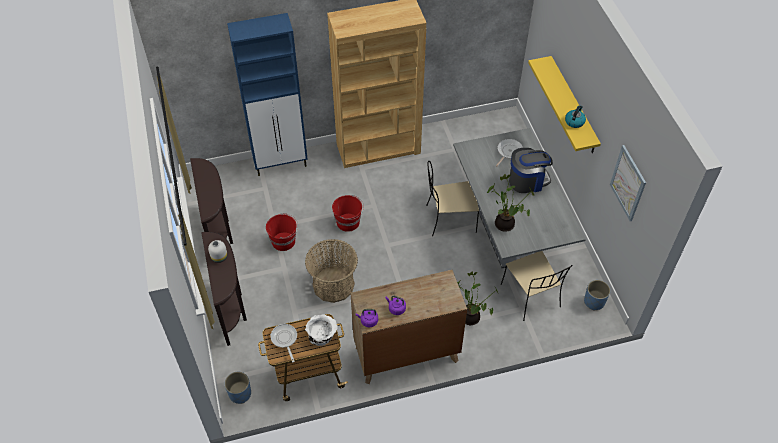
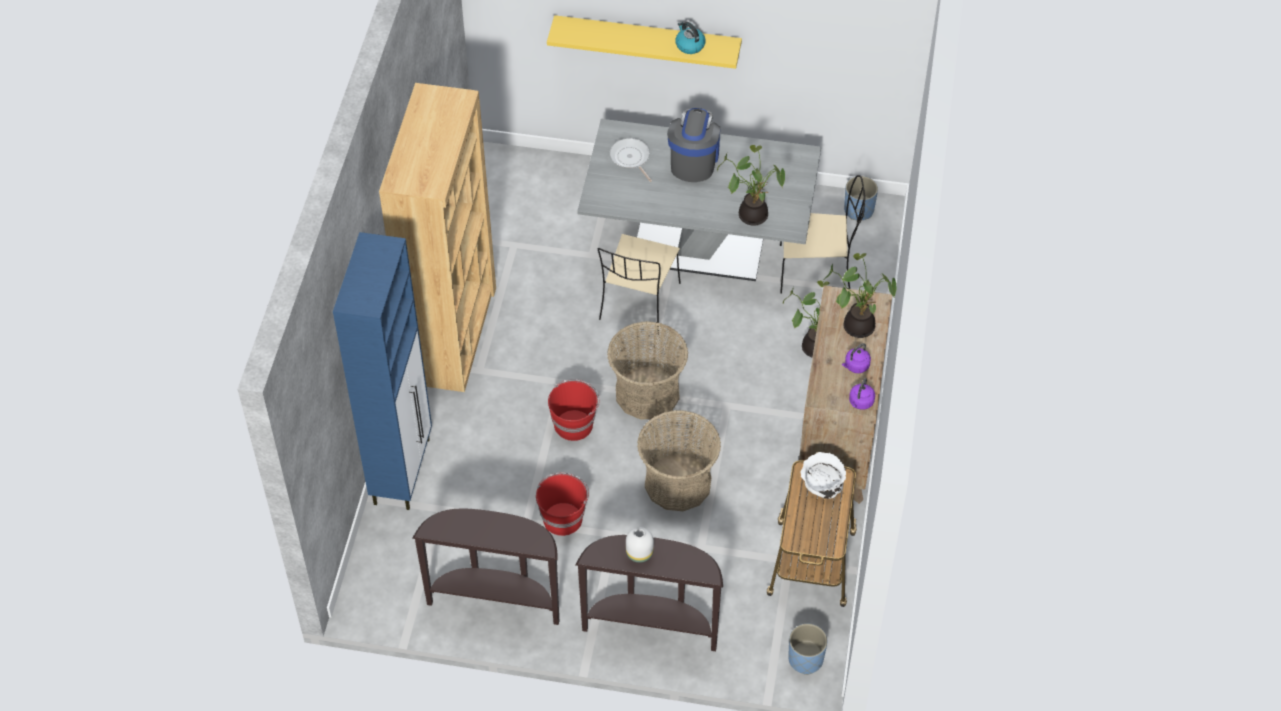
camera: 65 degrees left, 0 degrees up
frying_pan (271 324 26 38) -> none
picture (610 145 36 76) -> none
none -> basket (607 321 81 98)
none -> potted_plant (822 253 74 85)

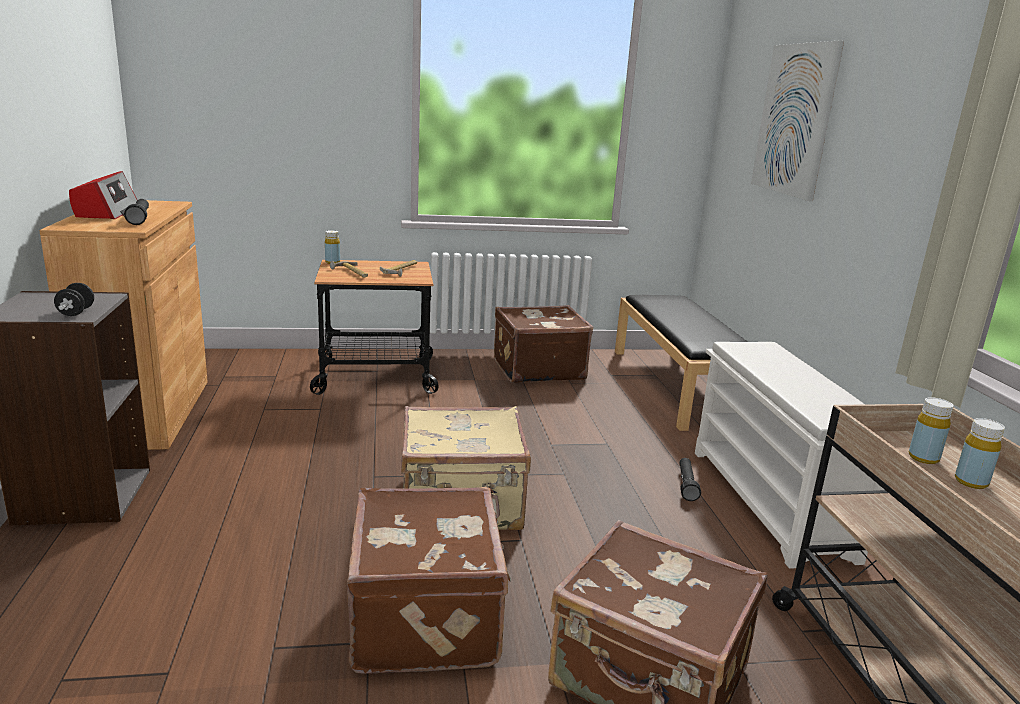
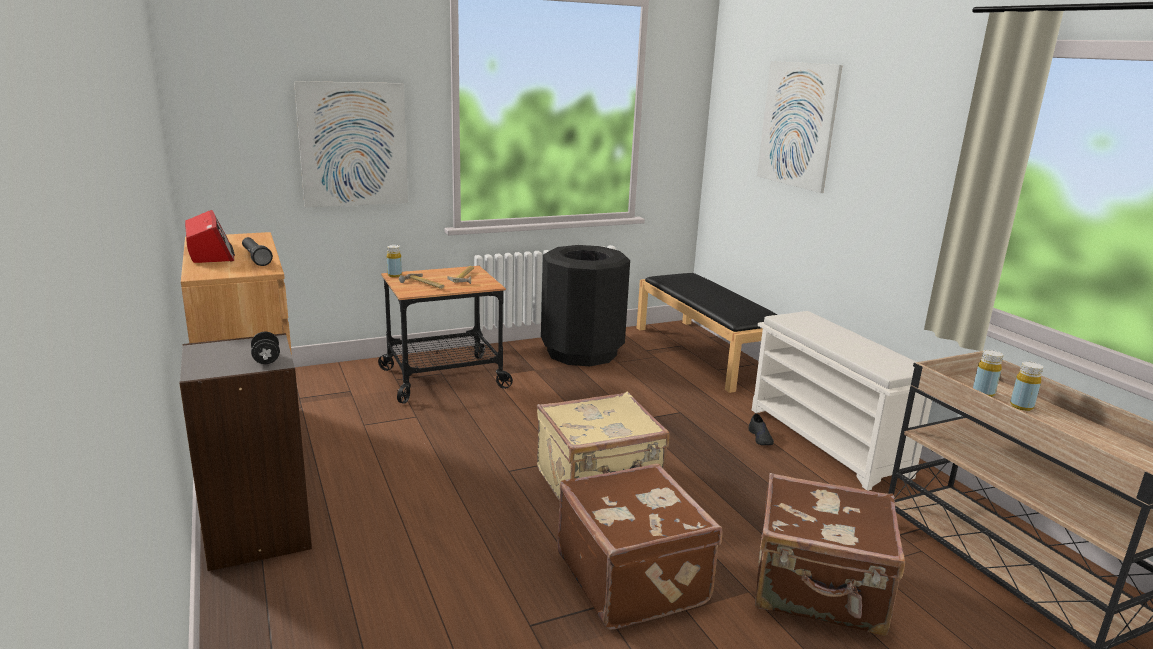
camera: 15 degrees left, 0 degrees up
none -> picture (294 81 114 127)
brown_suitcase (494 305 99 78) -> black_trash_can (541 245 89 121)
black_flashlight (679 458 22 43) -> black_shoe (749 413 25 32)

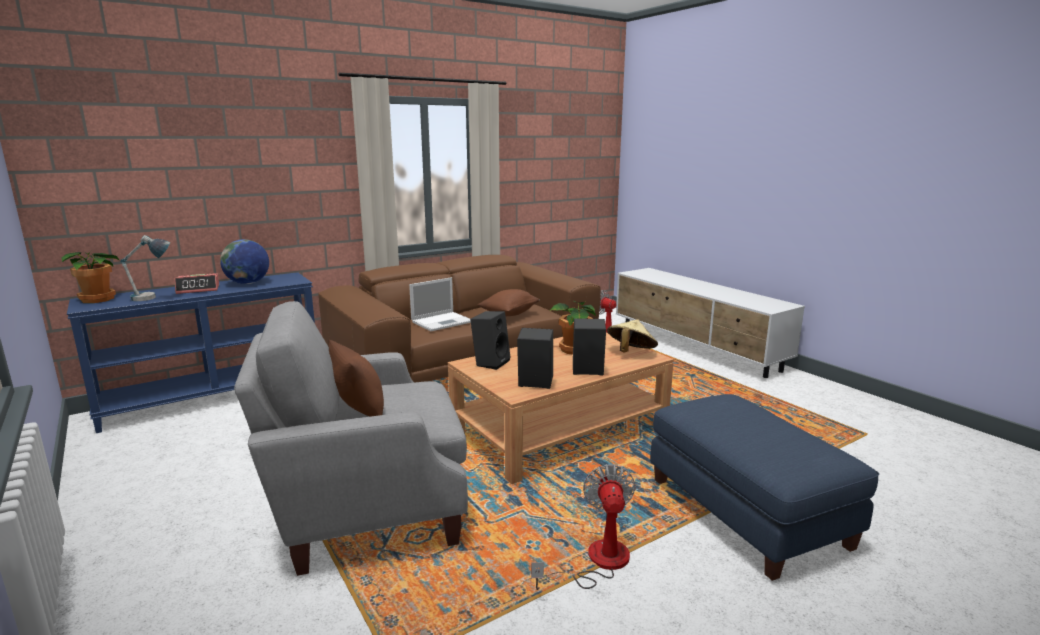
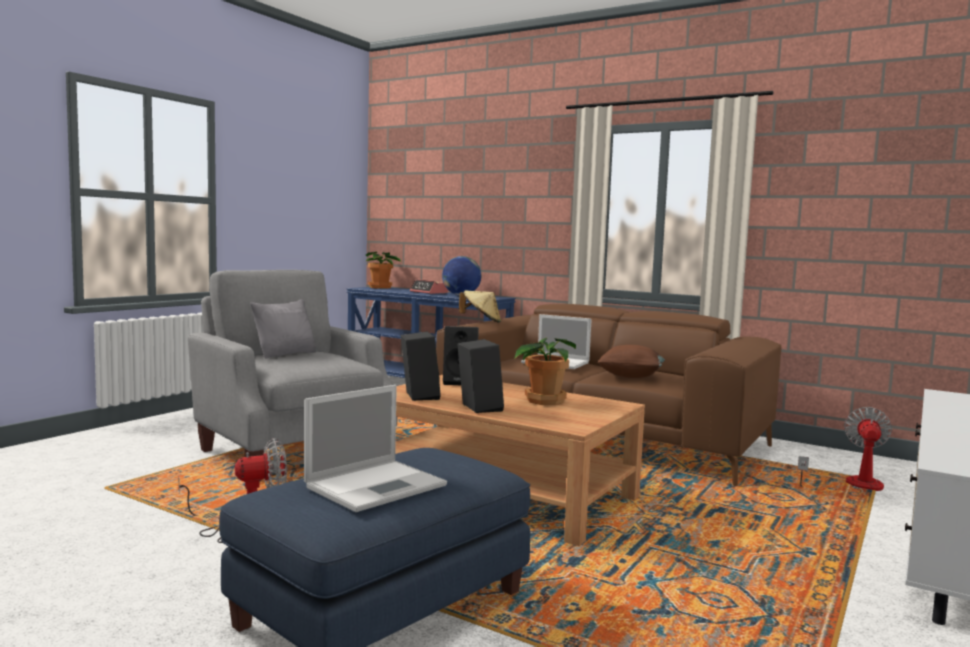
camera: 65 degrees right, 10 degrees down
table_lamp (120 235 50 66) -> none
none -> laptop (304 385 143 127)
beige_hat (607 319 51 33) -> beige_hat (459 290 42 33), relocated
brown_pillow (329 340 55 77) -> grey_pillow (250 299 67 59)

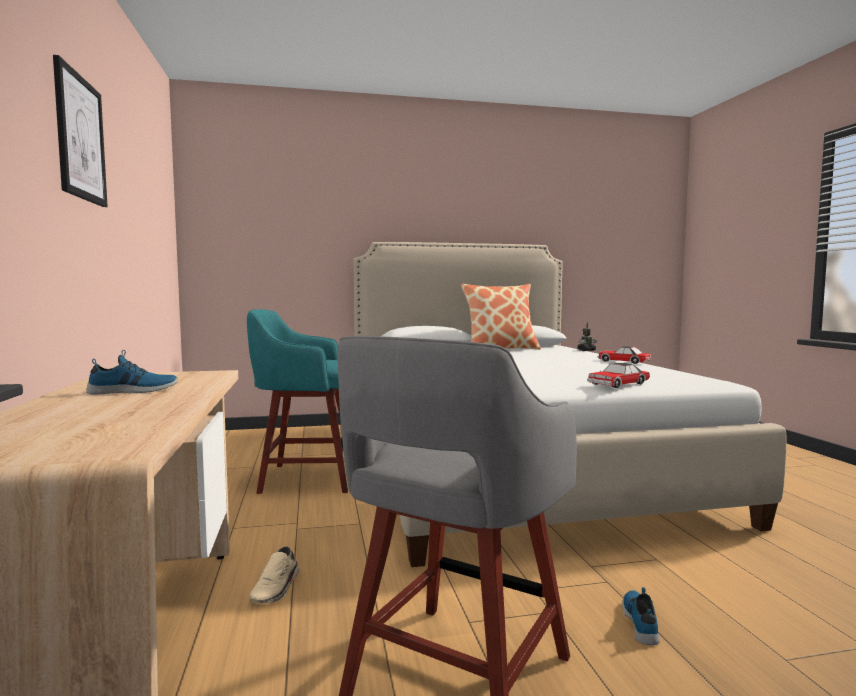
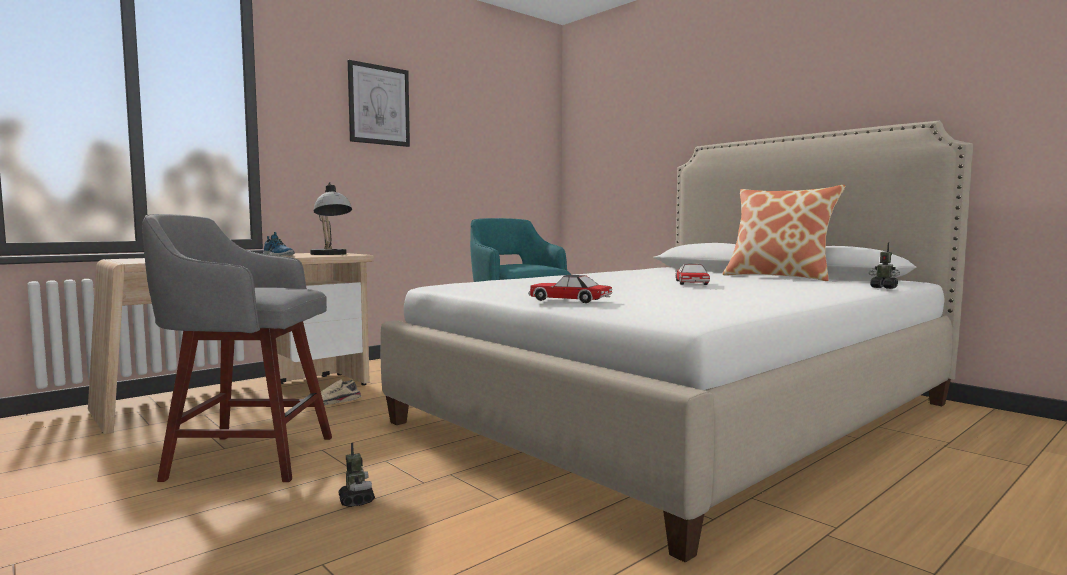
camera: 60 degrees right, 0 degrees up
none -> table_lamp (310 182 42 73)
toy_car (598 346 54 18) -> toy_car (675 263 35 22), relocated
shoe (622 587 38 58) -> toy_robot (338 443 37 64)

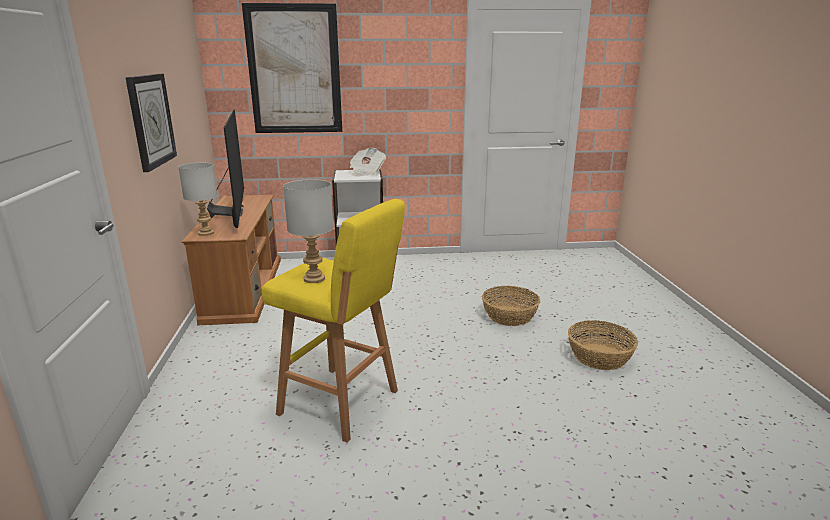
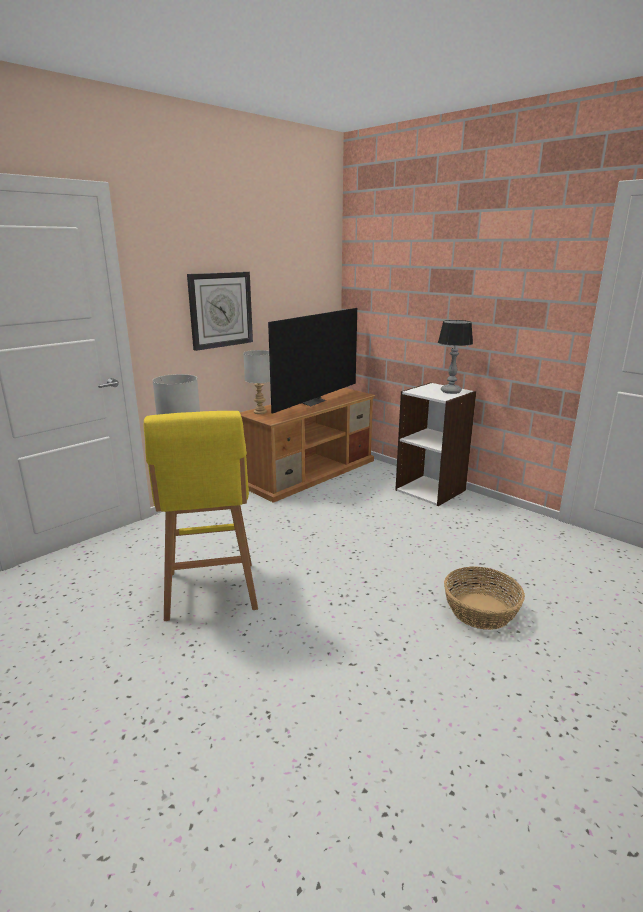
camera: 50 degrees right, 0 degrees up
picture (242 3 100 130) -> none
basket (568 320 70 50) -> none
newspaper (350 148 36 29) -> table_lamp (438 320 35 74)

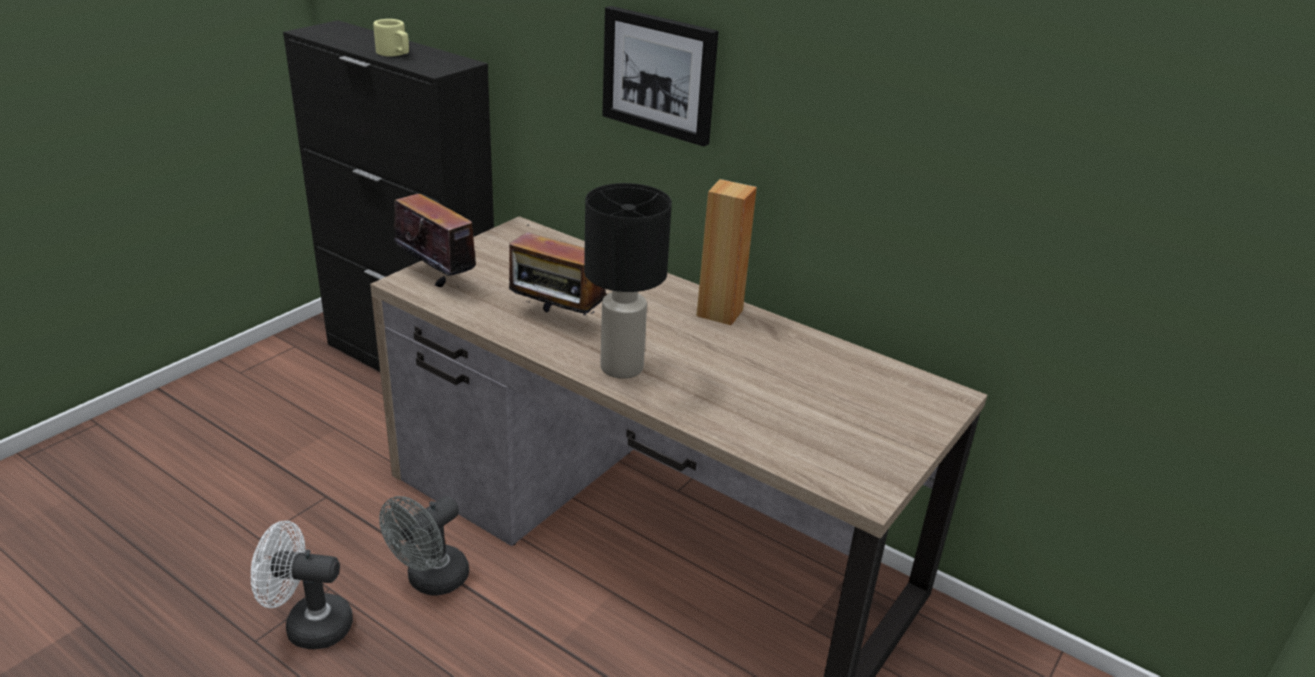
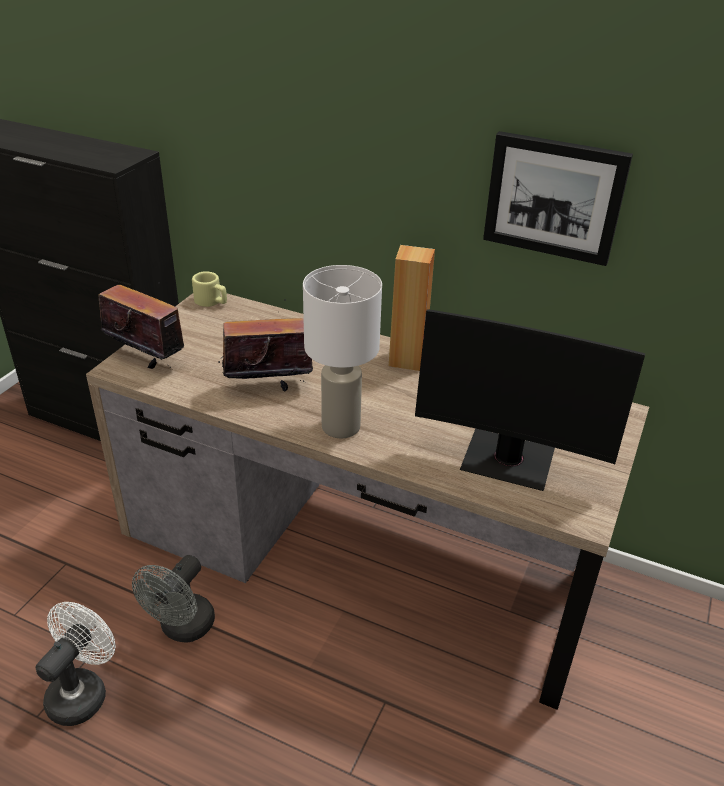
camera: 10 degrees left, 5 degrees up
none -> monitor (415 309 230 182)
beige_mug (373 19 36 38) -> beige_mug (192 271 35 36), relocated
picture (602 6 117 141) -> picture (483 131 150 135), relocated
black_table_lamp (584 183 88 196) -> white_table_lamp (303 265 79 173)
white_fan (251 521 102 128) -> white_fan (36 602 80 124), 120 degrees clockwise
radio (509 225 98 93) -> radio (218 299 95 93), 150 degrees clockwise

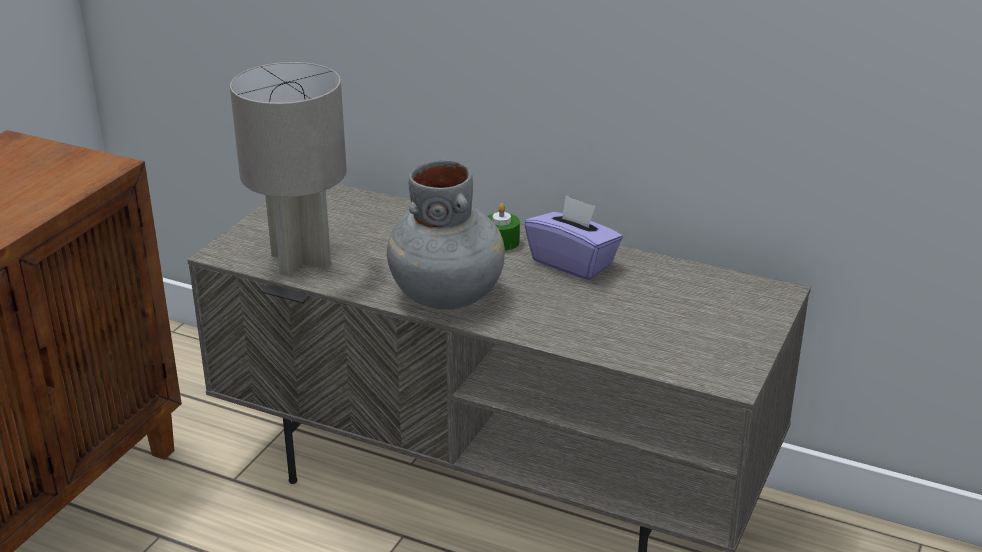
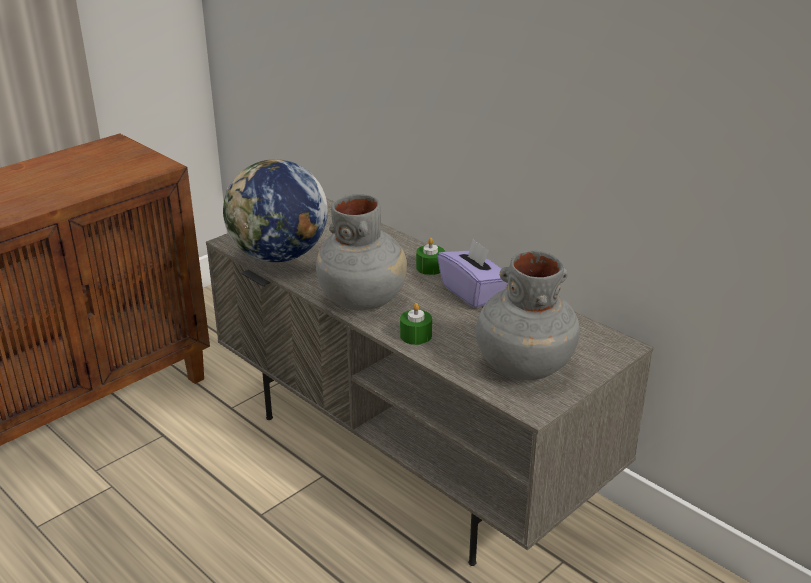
camera: 20 degrees right, 0 degrees up
none -> green_candle (400 303 32 42)
none -> grey_vase (476 250 104 130)
grey_table_lamp (230 62 117 214) -> globe (223 159 105 103)

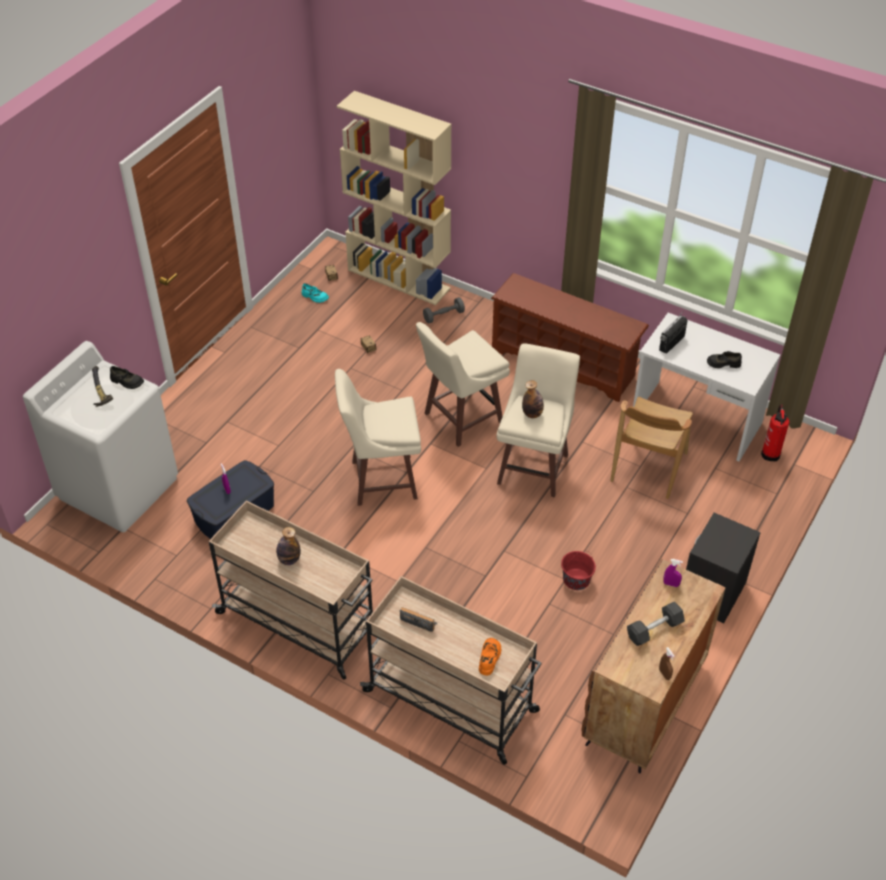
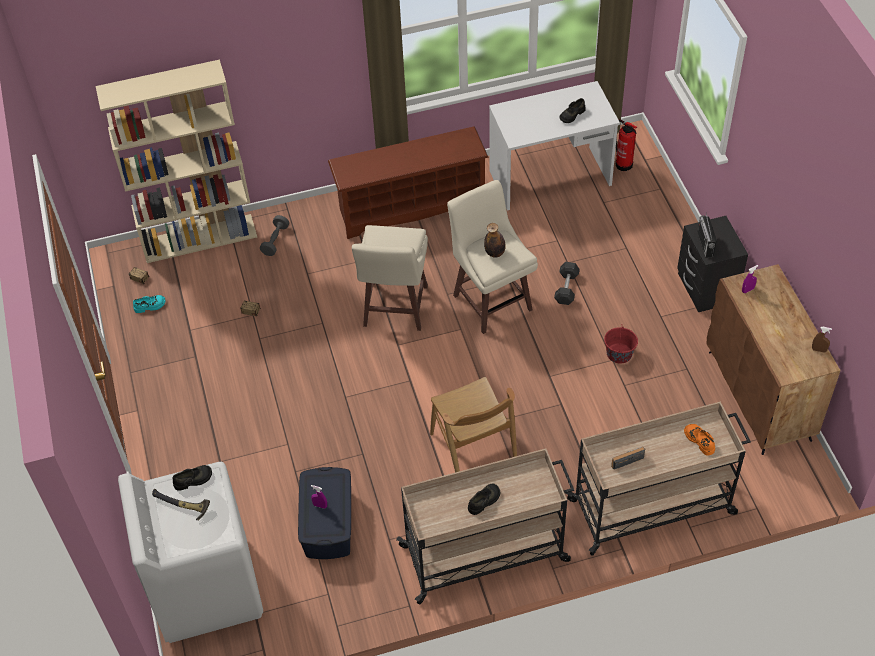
camera: 45 degrees left, 5 degrees up
beige_stool (335 369 86 137) -> none
brown_chair (610 397 83 102) -> brown_chair (430 377 87 96), relocated
grey_dumbbell (627 602 58 44) -> grey_dumbbell (554 262 26 43), relocated
radio (659 311 29 42) -> radio (697 214 20 44), relocated
bottle (276 527 24 38) -> black_shoe (468 484 32 31)

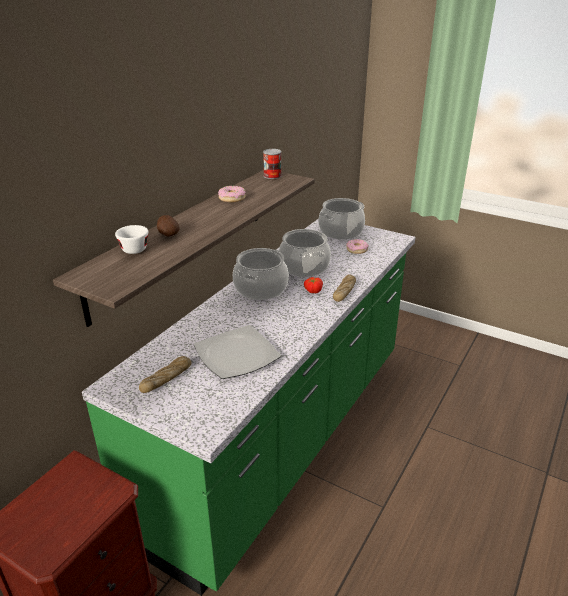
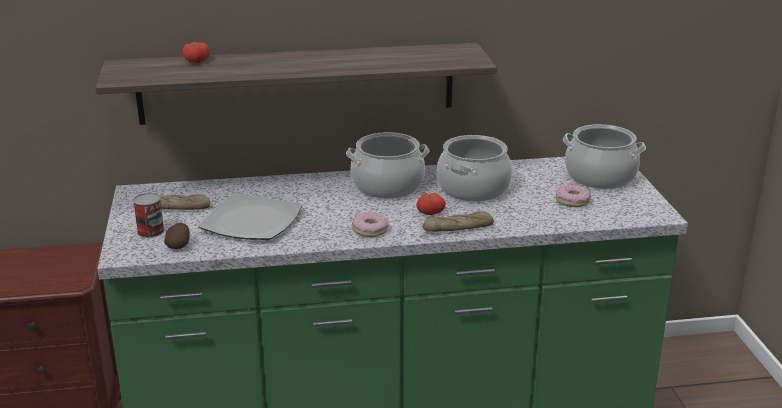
camera: 50 degrees right, 5 degrees down
potato (157 215 23 21) -> potato (164 223 26 26), relocated
donut (218 186 28 16) -> donut (352 212 36 25), relocated
can (263 149 19 30) -> can (133 193 31 45), relocated
white_cup (115 225 33 29) -> tomato (183 42 27 21)

